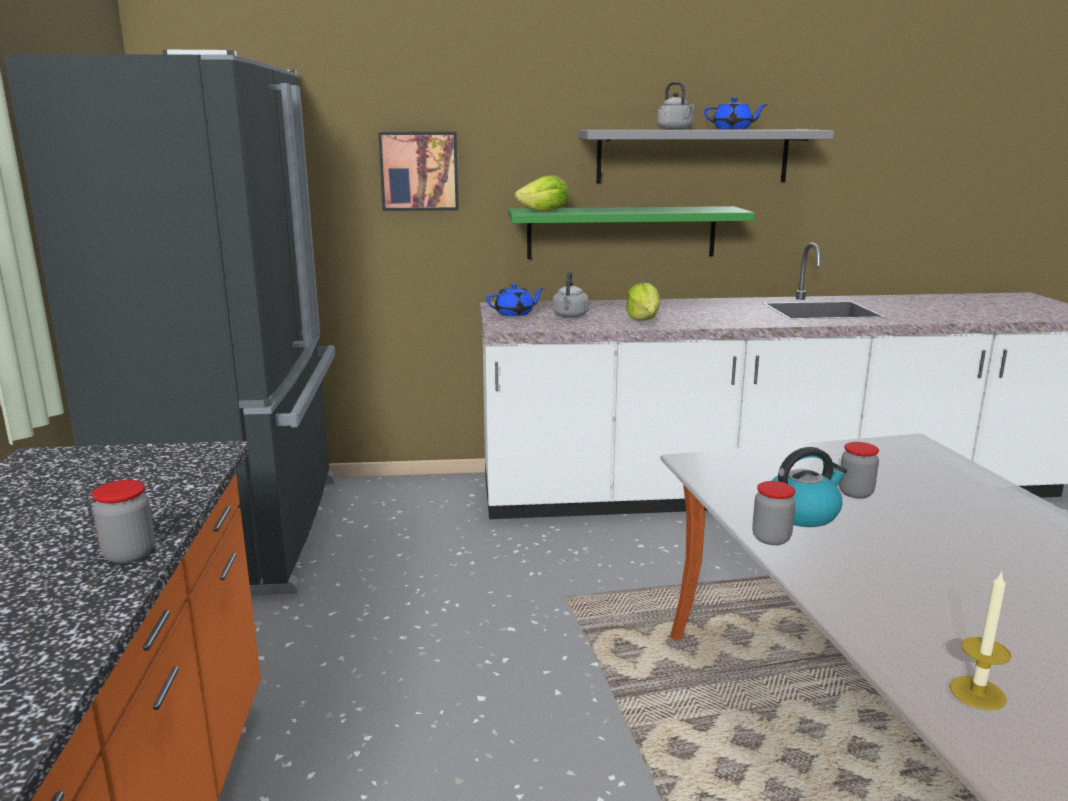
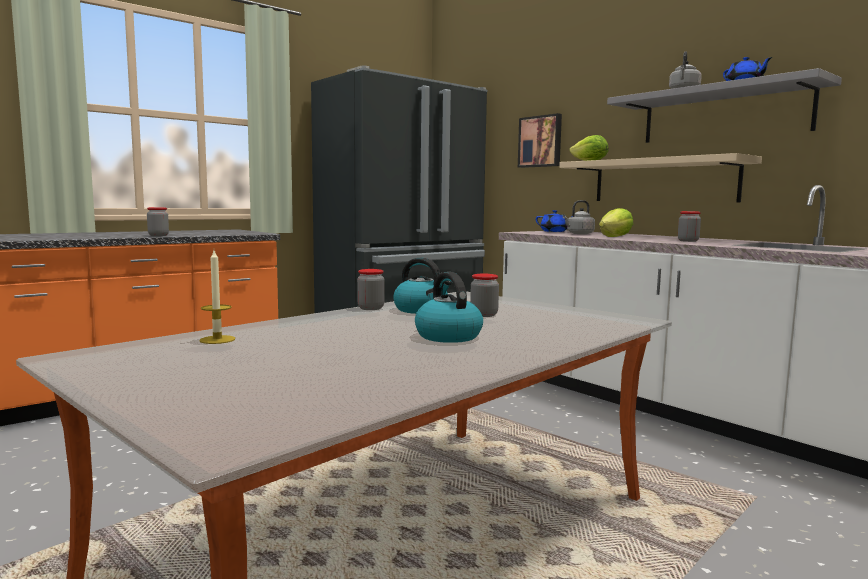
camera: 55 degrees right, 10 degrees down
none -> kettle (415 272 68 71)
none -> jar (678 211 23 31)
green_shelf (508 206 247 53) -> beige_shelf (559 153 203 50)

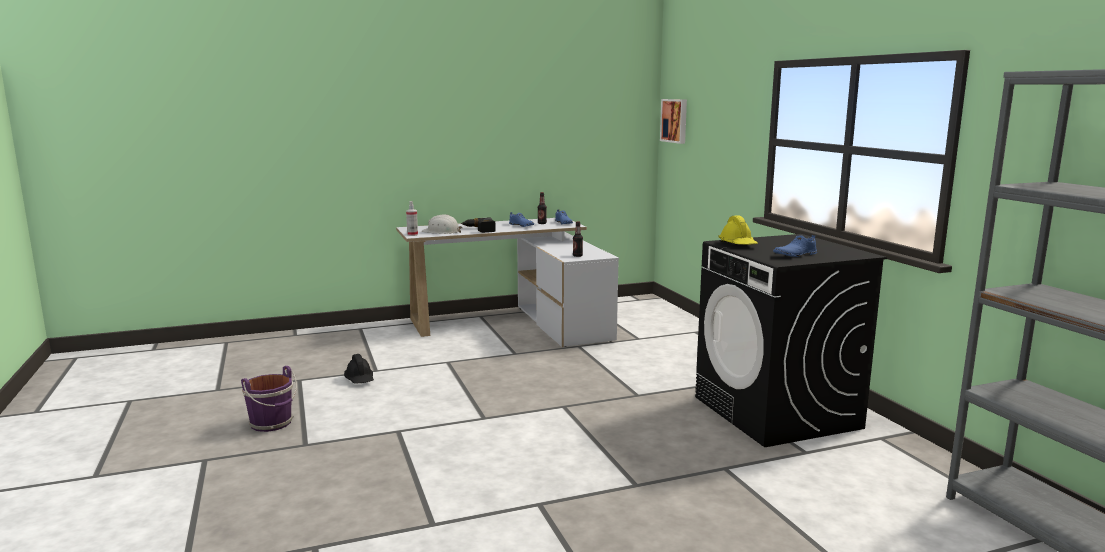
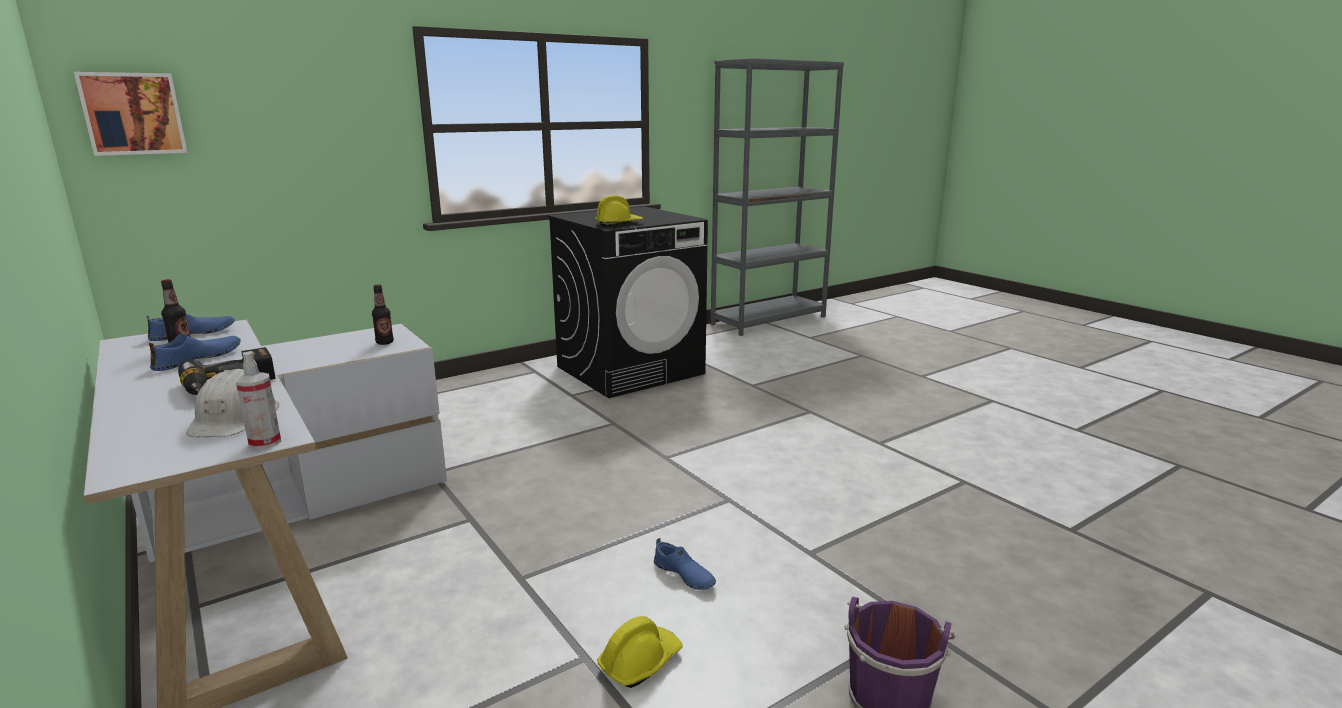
camera: 105 degrees left, 5 degrees up
blue_shoe (773 235 44 22) -> blue_shoe (654 538 62 52), relocated
black_hard_hat (344 354 30 29) -> yellow_hard_hat (597 616 86 72)

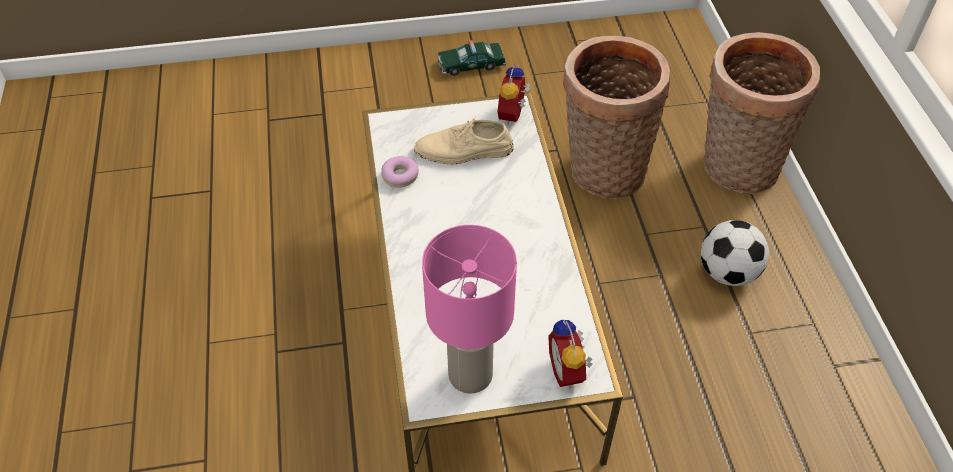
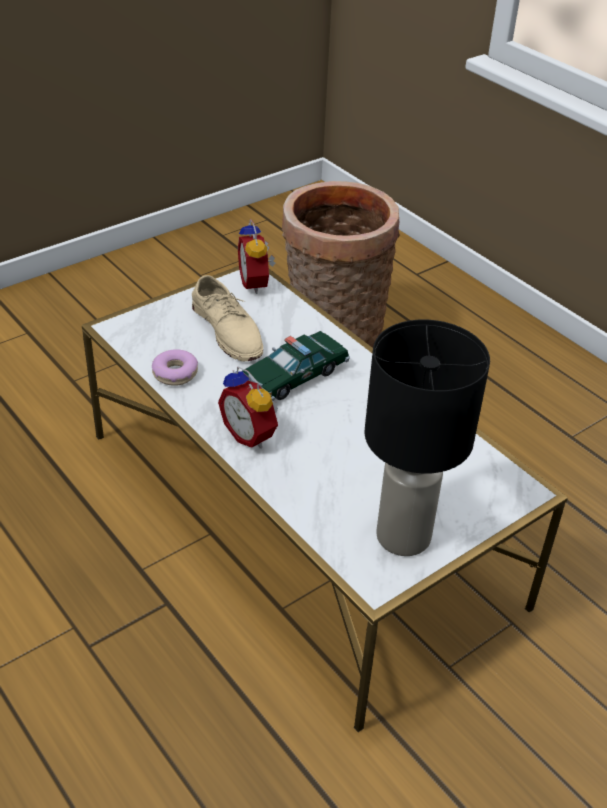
camera: 30 degrees left, 10 degrees down
football (701 220 68 66) -> none
basket (704 32 116 162) -> none
toy_car (438 40 68 36) -> toy_car (242 331 108 70), relocated
alarm_clock (548 320 45 69) -> alarm_clock (218 366 60 83), relocated
pink_table_lamp (422 225 95 168) -> black_table_lamp (364 320 126 236)
beige_shoe (414 117 100 48) -> beige_shoe (192 275 71 86), 90 degrees counterclockwise

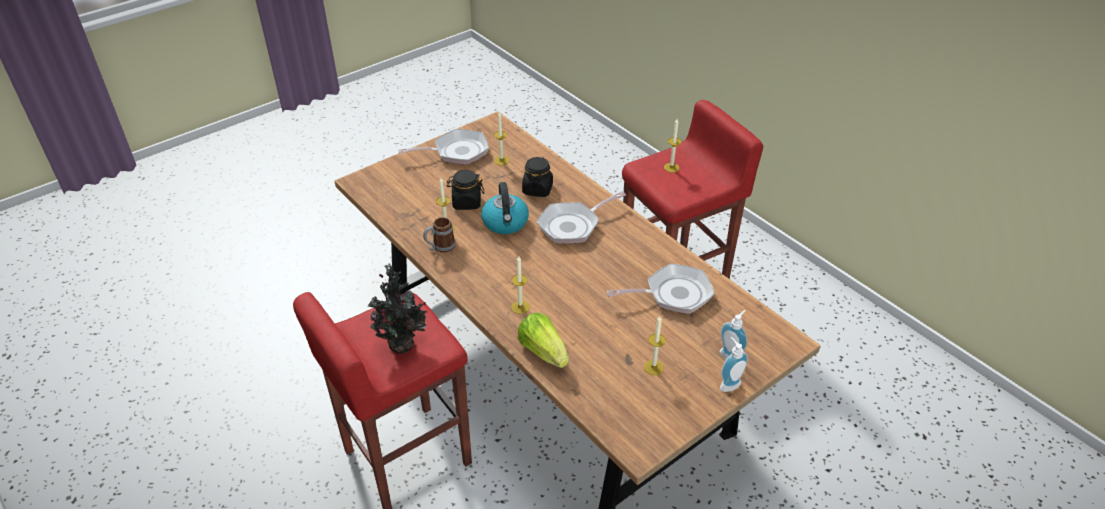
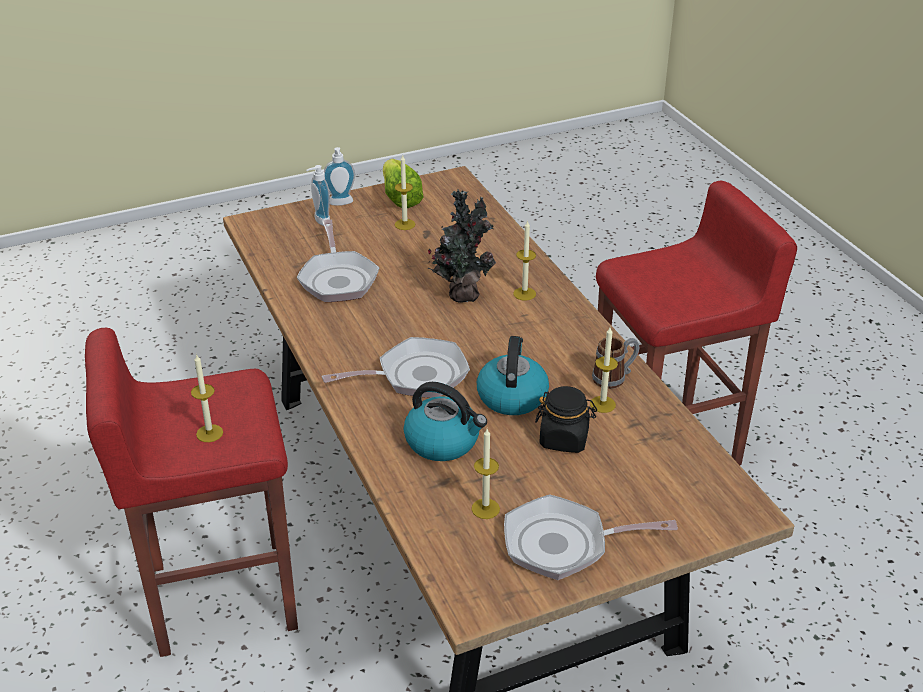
camera: 165 degrees left, 5 degrees down
potted_plant (368 263 60 91) -> potted_plant (427 190 69 113), relocated
lettuce (517 313 52 55) -> lettuce (383 159 41 49), relocated
black_jar (522 157 31 40) -> kettle (404 382 83 79)
frying_pan (607 263 108 51) -> frying_pan (296 219 84 83), 105 degrees counterclockwise

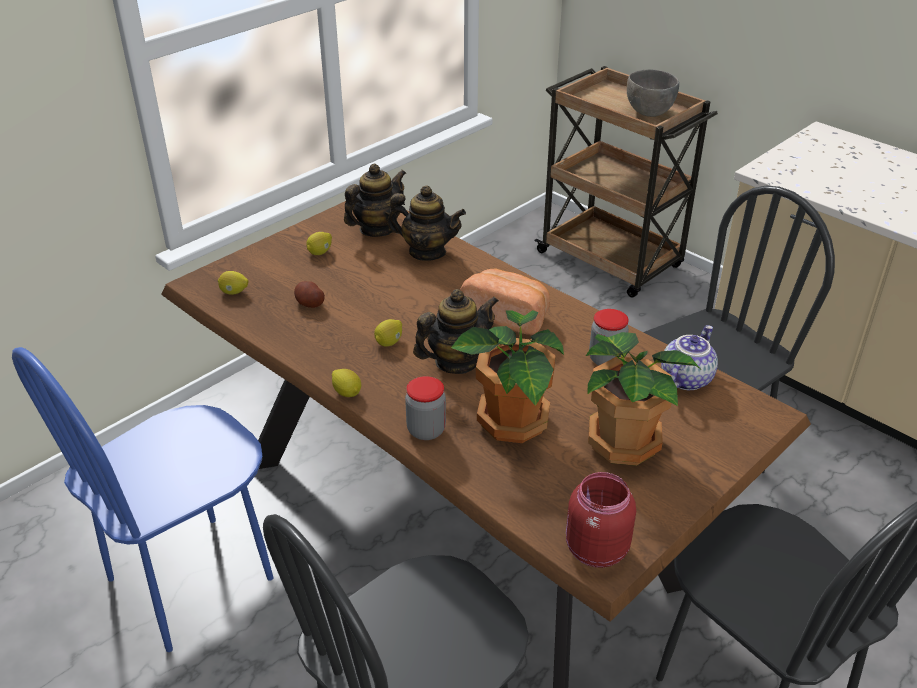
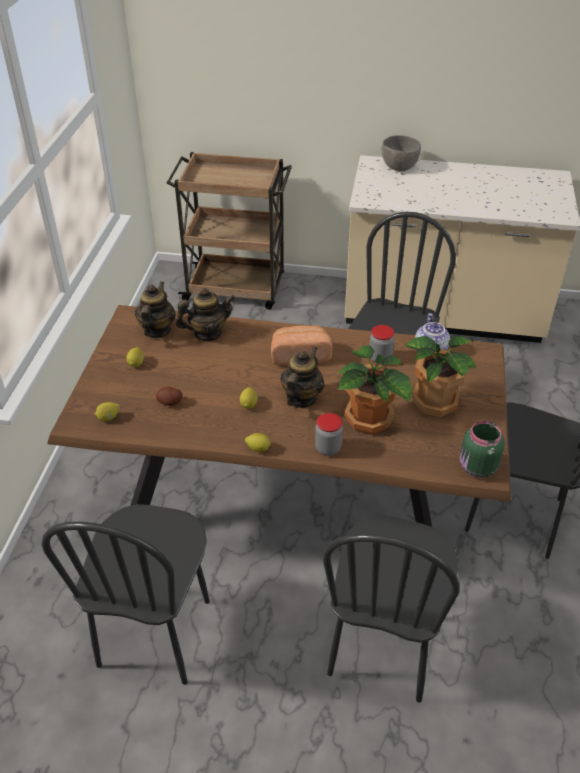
camera: 35 degrees left, 5 degrees up
grey_bowl (627 69 52 48) -> grey_bowl (382 135 39 36), relocated
blue_chair (12 347 261 305) -> black_chair (42 504 168 181)
red_jar (566 472 70 96) -> green_jar (460 421 45 57)

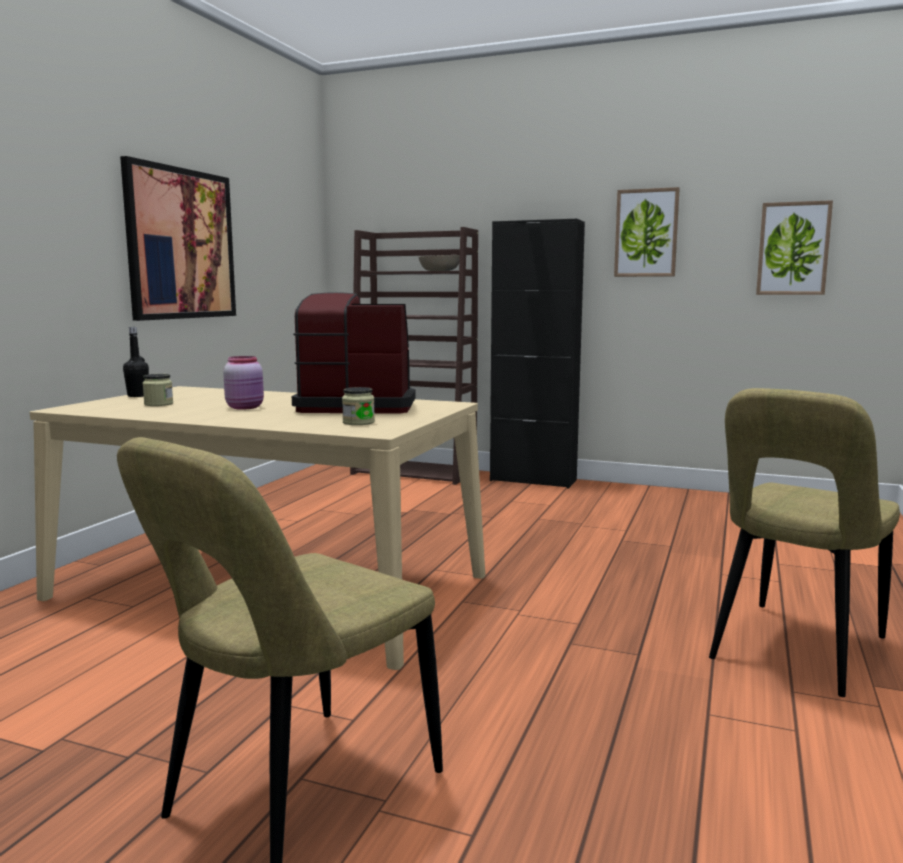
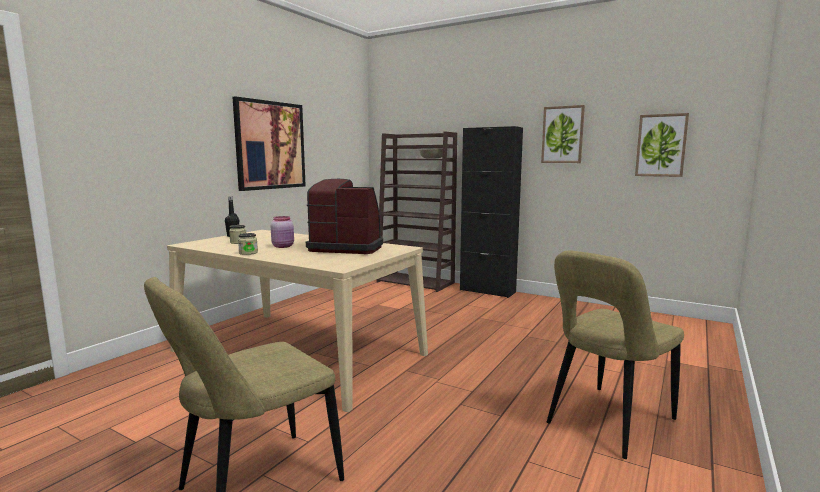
camera: 10 degrees right, 0 degrees up
jar (342 387 33 38) -> jar (238 233 20 22), relocated

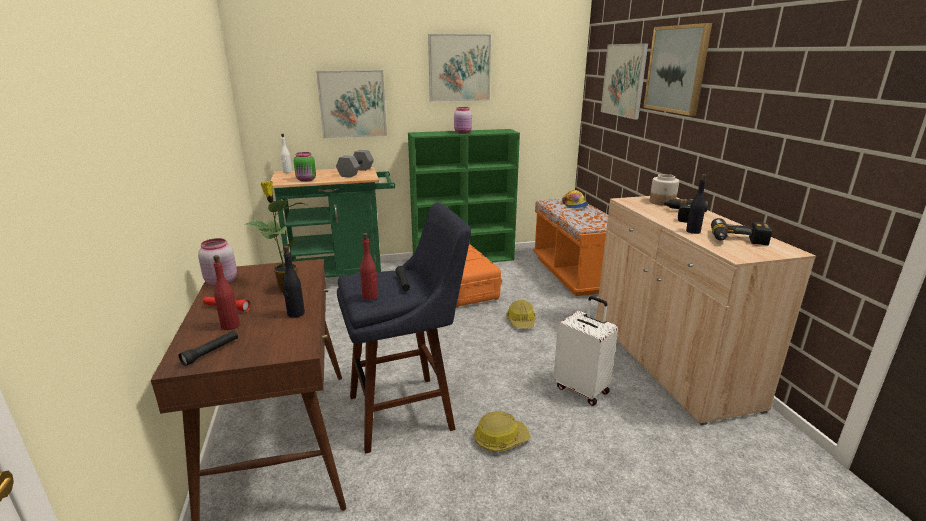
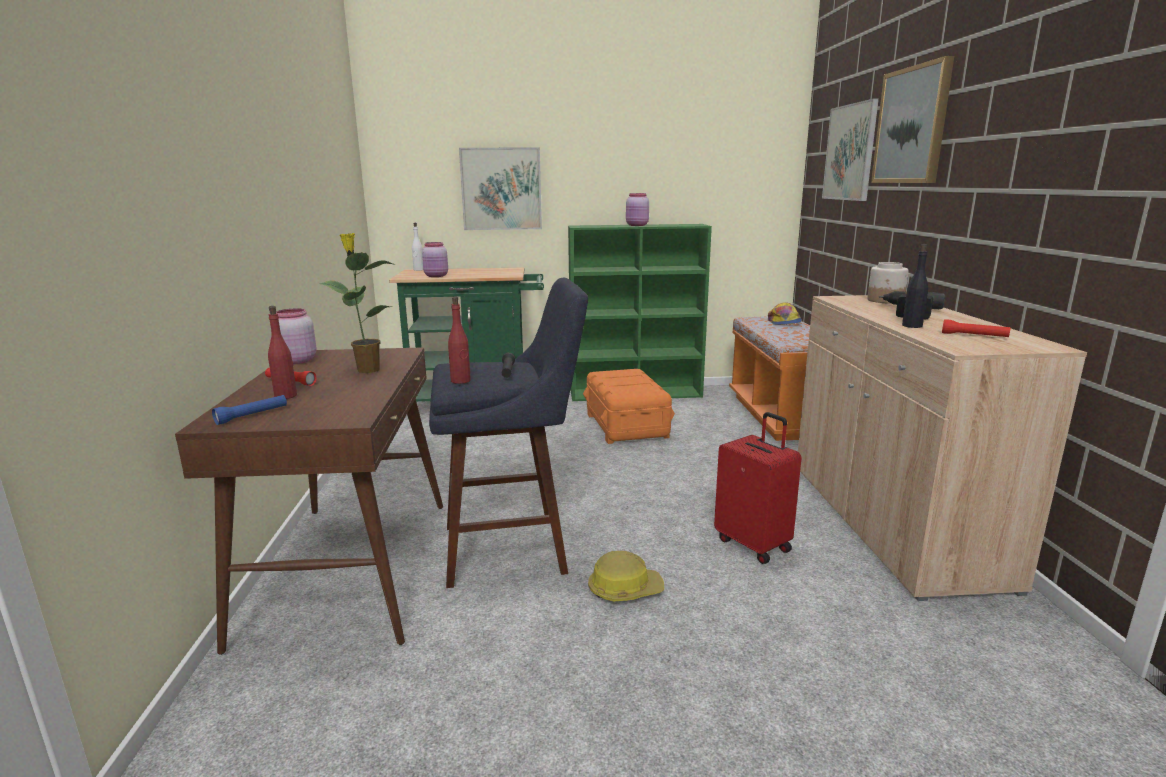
camera: 10 degrees right, 5 degrees down
black_bottle (283 246 22 72) -> none
grey_dumbbell (336 150 38 27) -> none
picture (428 34 63 68) -> none
hard_hat (506 300 30 28) -> none
power_drill (711 218 61 27) -> red_flashlight (942 319 69 18)
black_flashlight (179 330 59 36) -> blue_flashlight (212 395 75 30)
green_jar (294 152 22 30) -> pink_jar (422 242 26 35)
white_suitcase (553 296 65 110) -> red_suitcase (714 412 88 152)

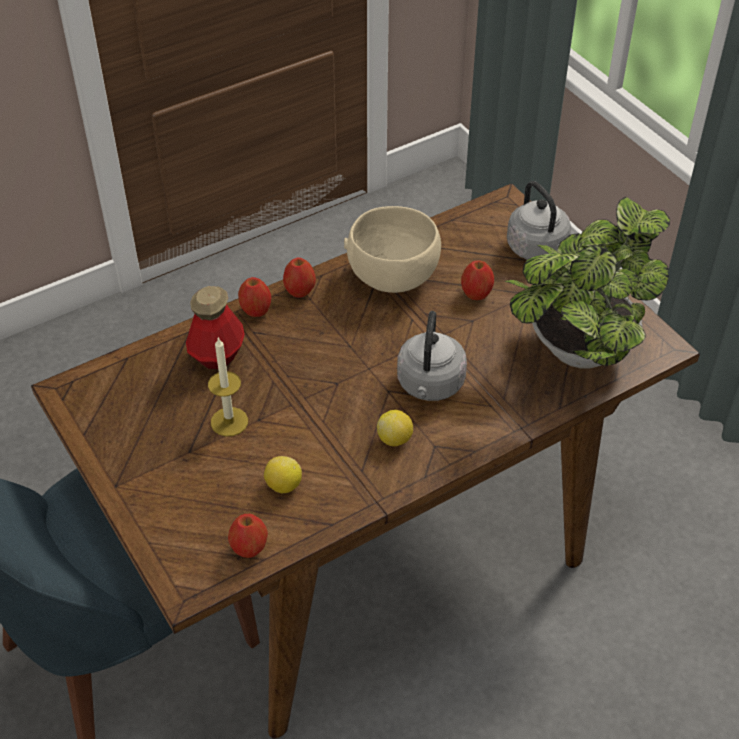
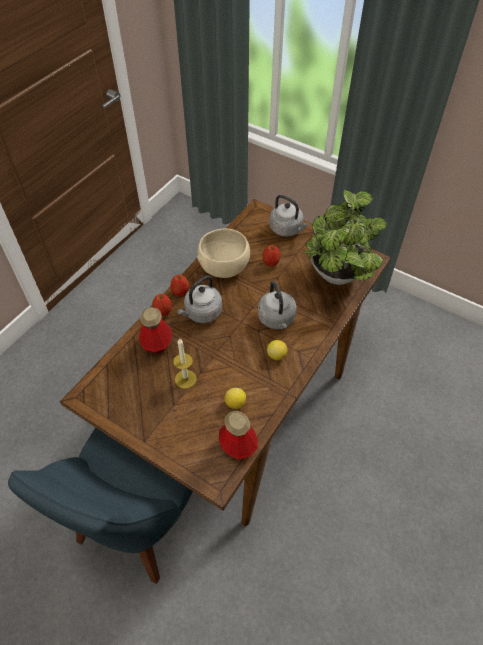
camera: 25 degrees left, 5 degrees up
none -> grey_kettle (177 276 45 47)
apple (228 514 40 44) -> bottle (219 411 39 48)

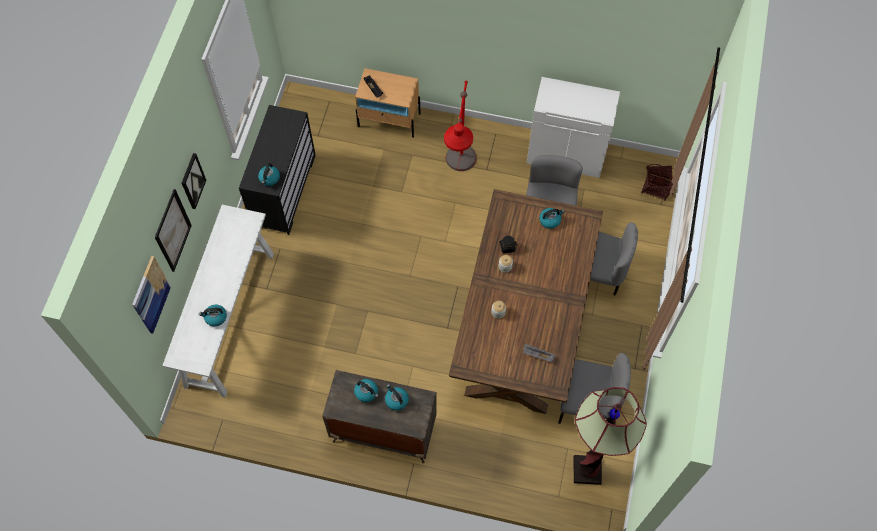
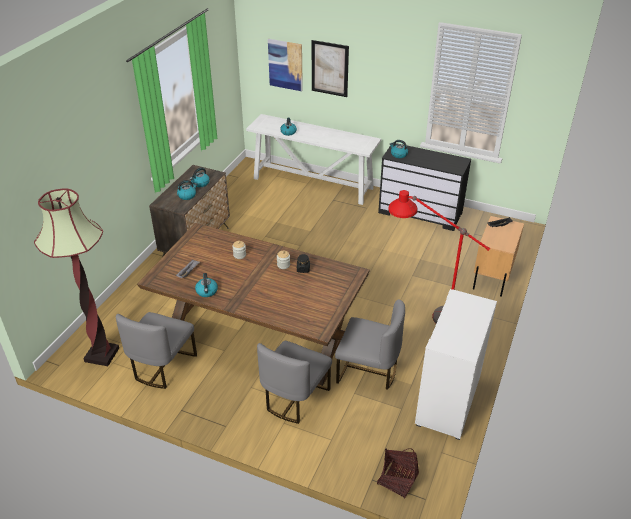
camera: 100 degrees right, 25 degrees down
picture (182 153 24 56) -> none
kettle (539 208 26 21) -> kettle (195 273 23 24), relocated

